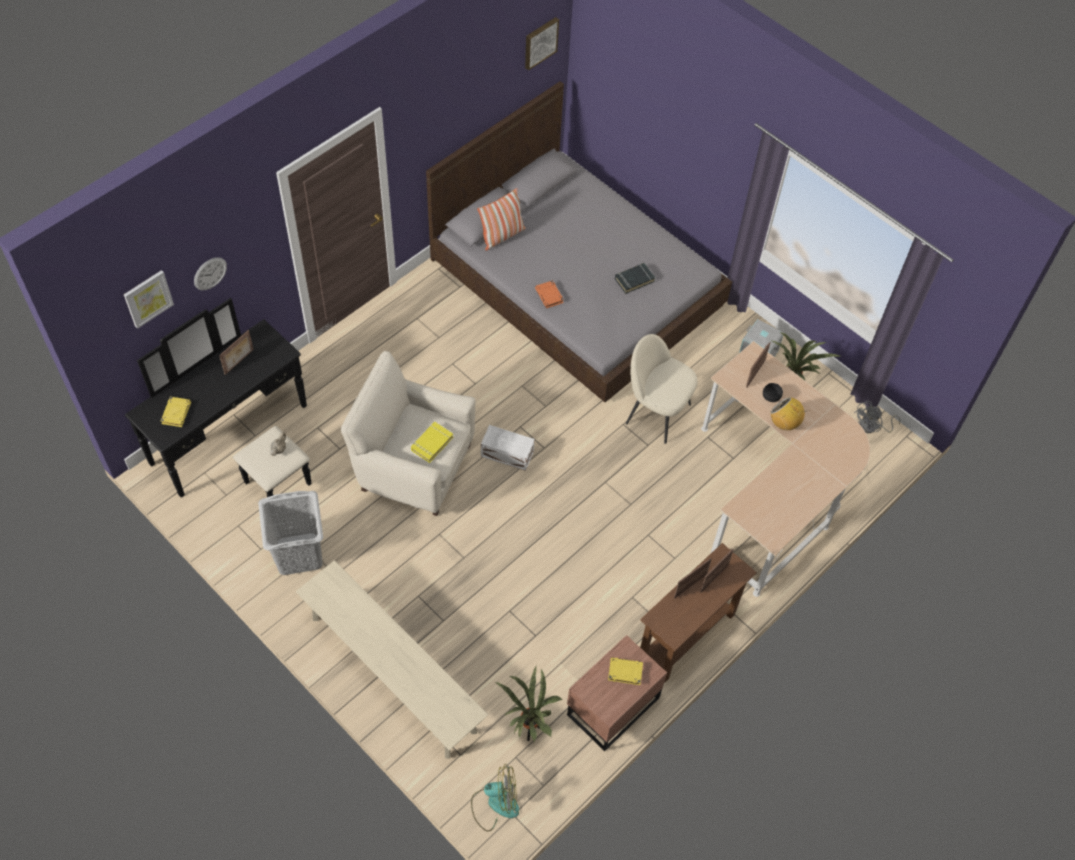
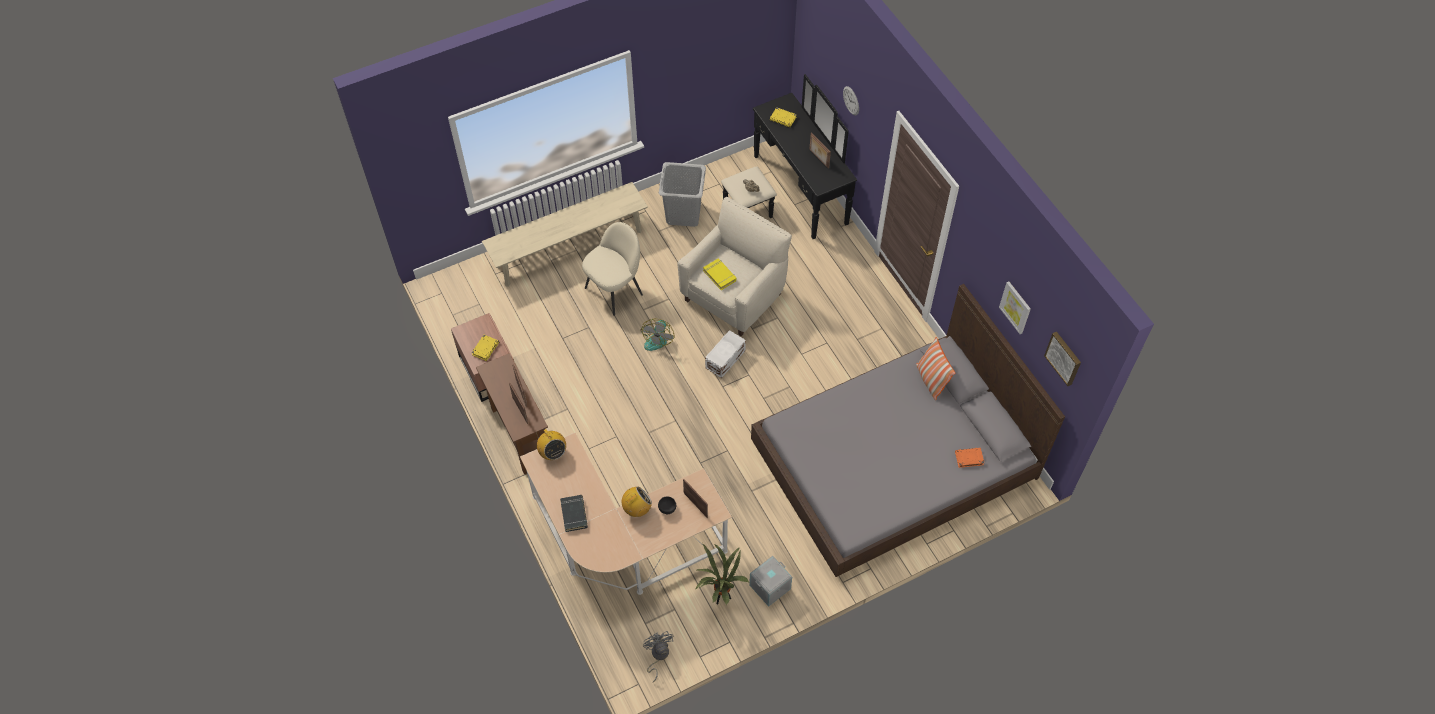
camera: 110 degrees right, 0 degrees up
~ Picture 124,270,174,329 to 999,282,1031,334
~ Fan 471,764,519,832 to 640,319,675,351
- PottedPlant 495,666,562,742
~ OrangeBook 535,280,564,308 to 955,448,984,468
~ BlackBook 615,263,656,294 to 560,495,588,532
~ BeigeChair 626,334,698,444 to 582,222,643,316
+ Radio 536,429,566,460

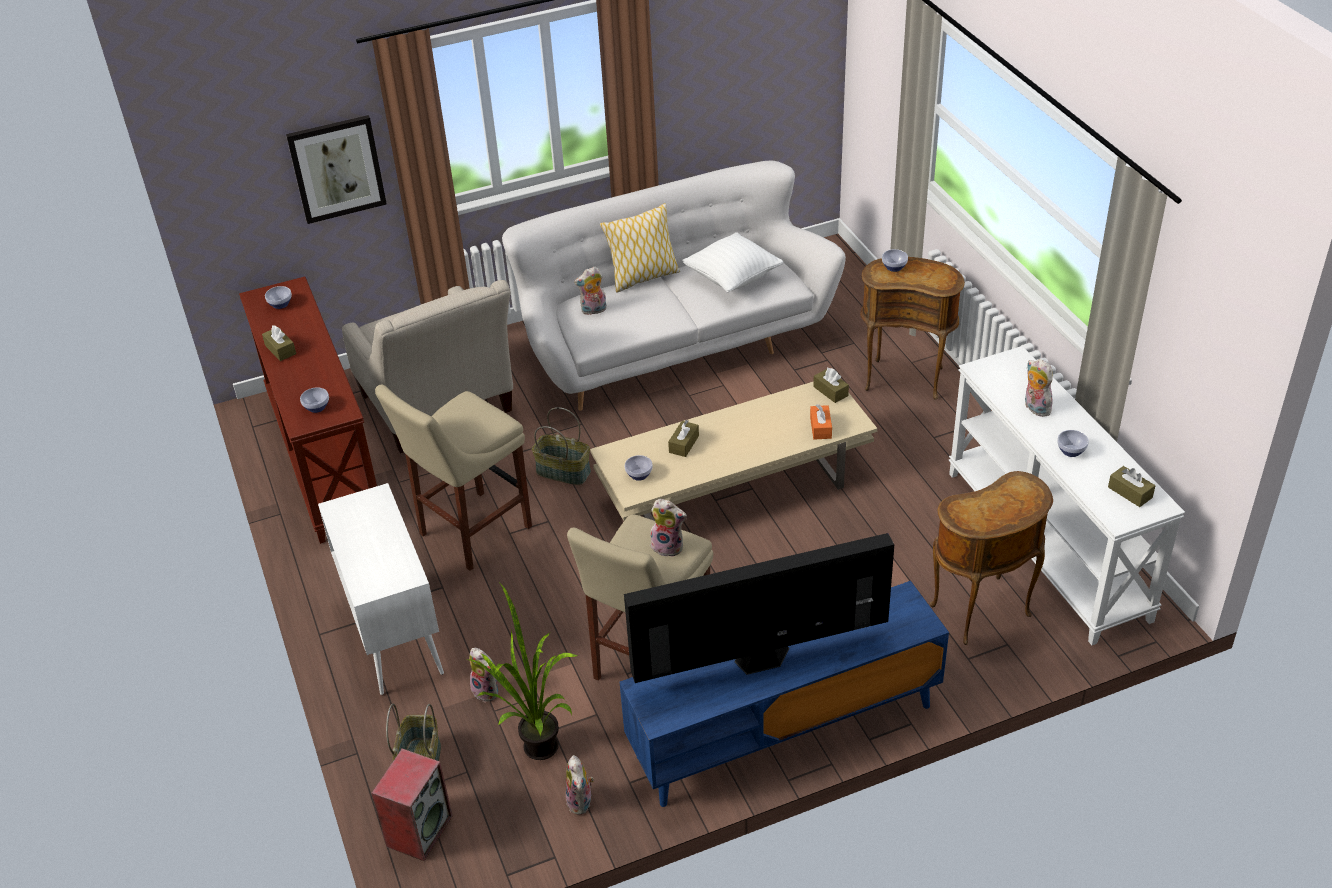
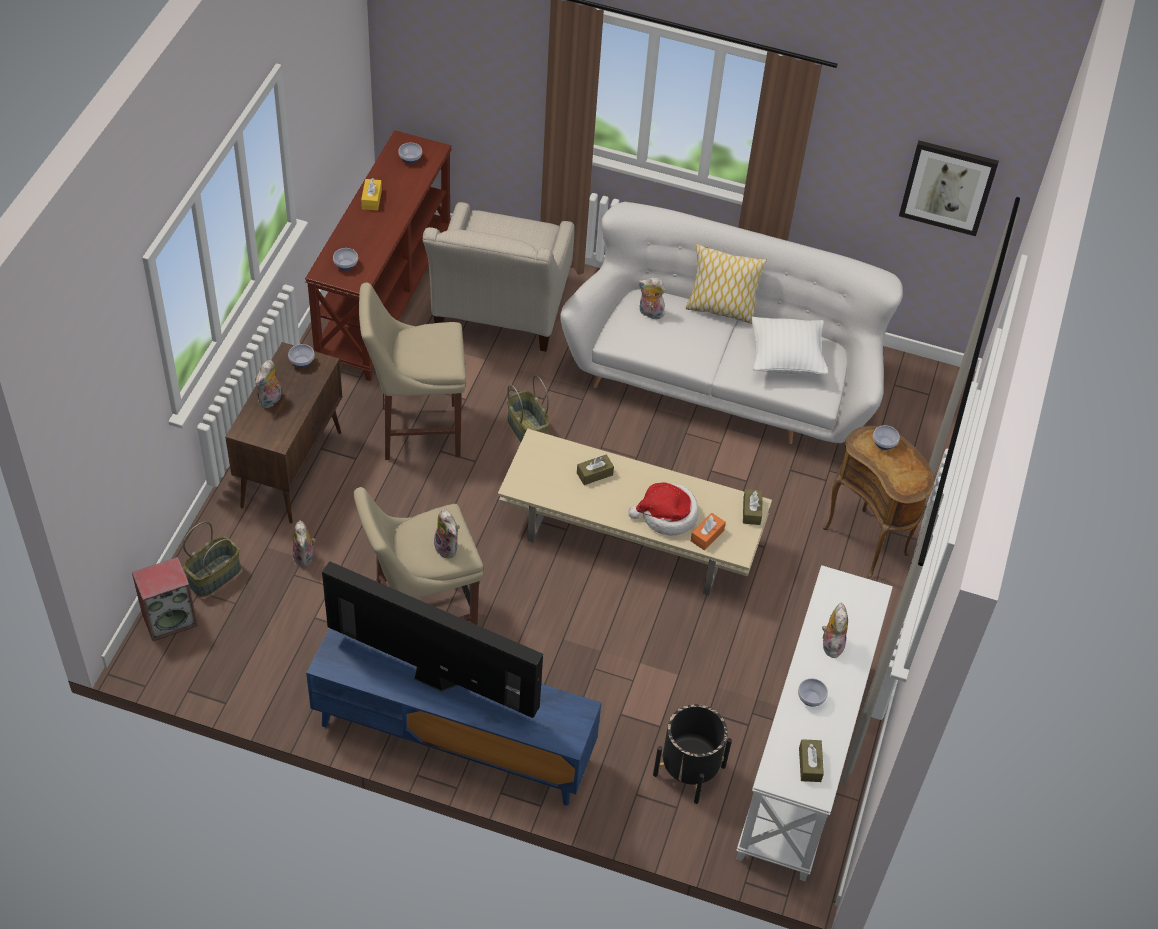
camera: 35 degrees right, 10 degrees up
~ BrownTissueBox 262,325,296,361 to YellowTissueBox 361,178,382,211
~ Picture 286,115,387,224 to 899,140,999,236
~ WhiteCabinet 318,483,444,695 to BrownCabinet 225,342,342,523
- PottedPlant 468,582,577,760
~ PlushToy 566,755,594,815 to 255,360,282,408
~ Bowl 625,455,653,481 to 288,344,314,368
~ BrownSideTable 930,471,1053,645 to BlackPlanter 653,704,732,804
+ Hat 628,482,699,535

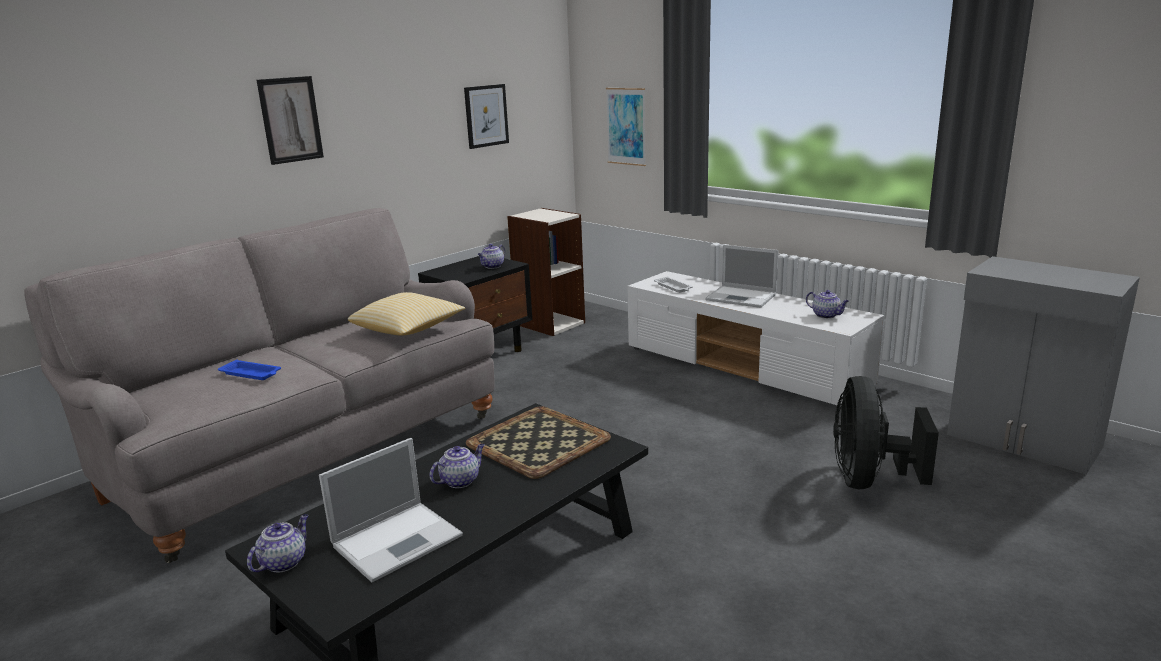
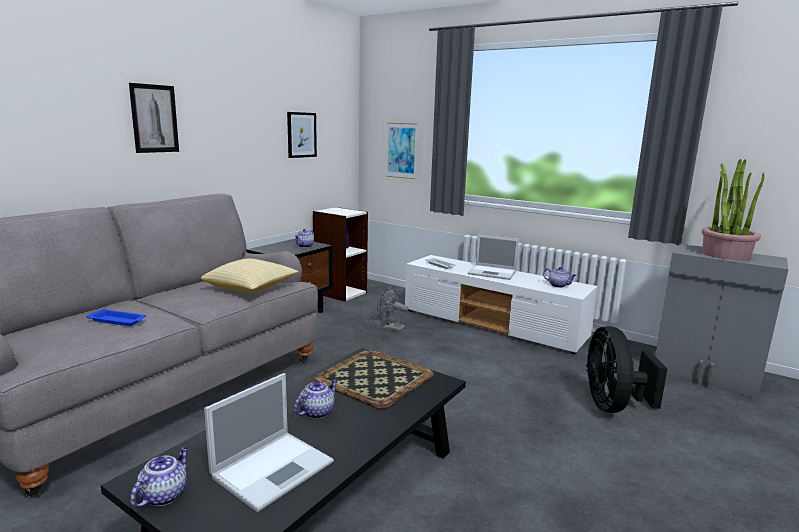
camera: 10 degrees left, 5 degrees down
+ GreyFan 377,286,408,332
+ PottedPlant 702,159,765,261

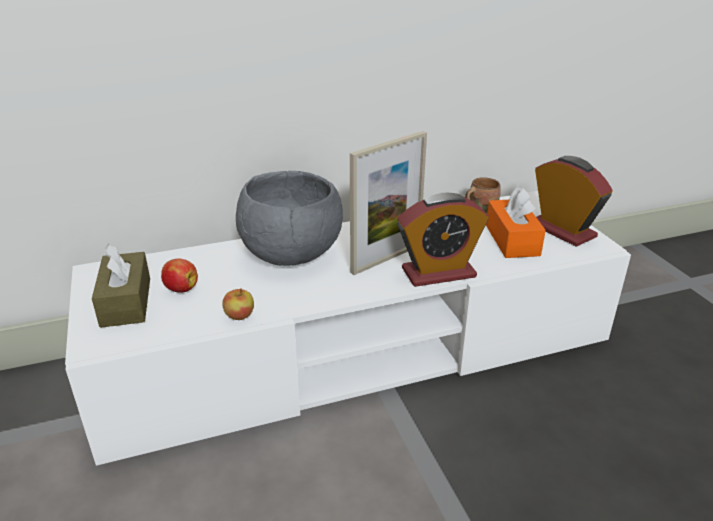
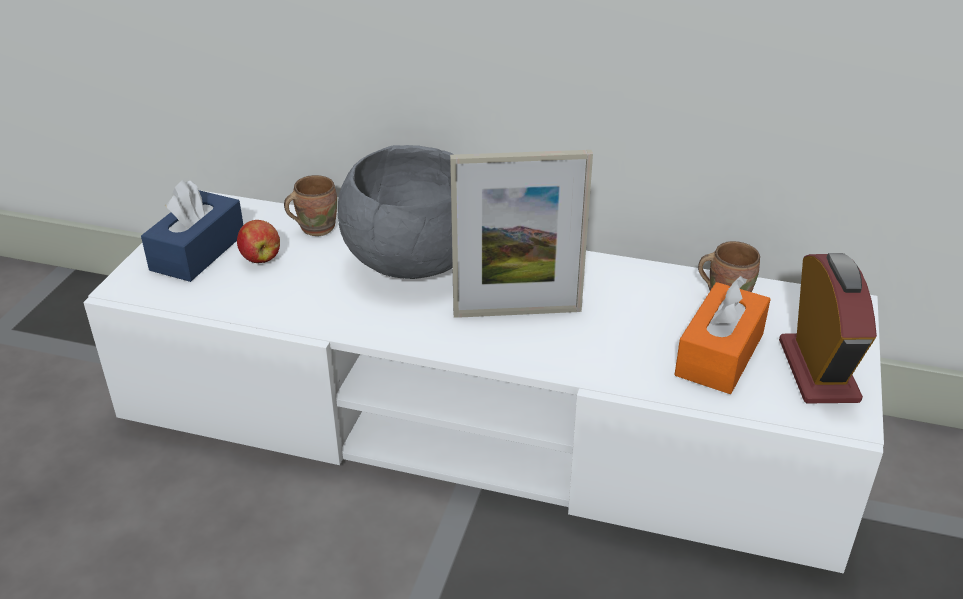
camera: 35 degrees right, 5 degrees up
~ BrownTissueBox 92,244,150,328 to BlueTissueBox 141,179,243,282
- Apple 222,288,254,320
- AlarmClock 397,193,489,287
+ BrownMug 284,175,337,236

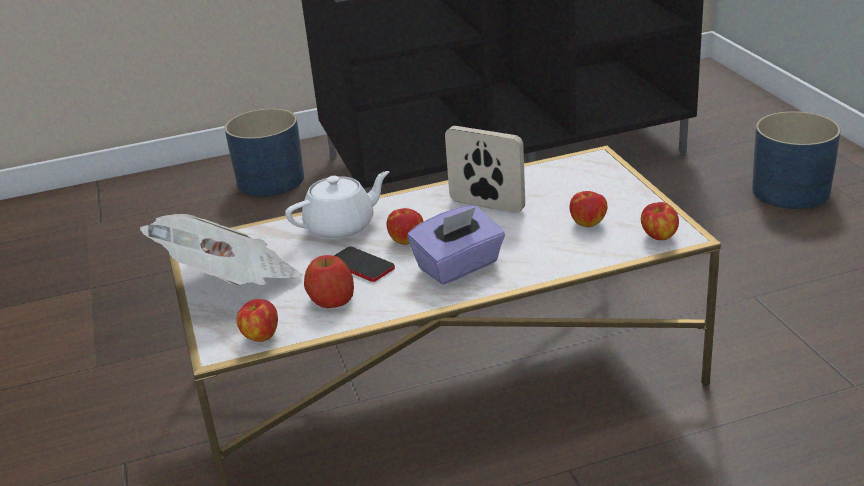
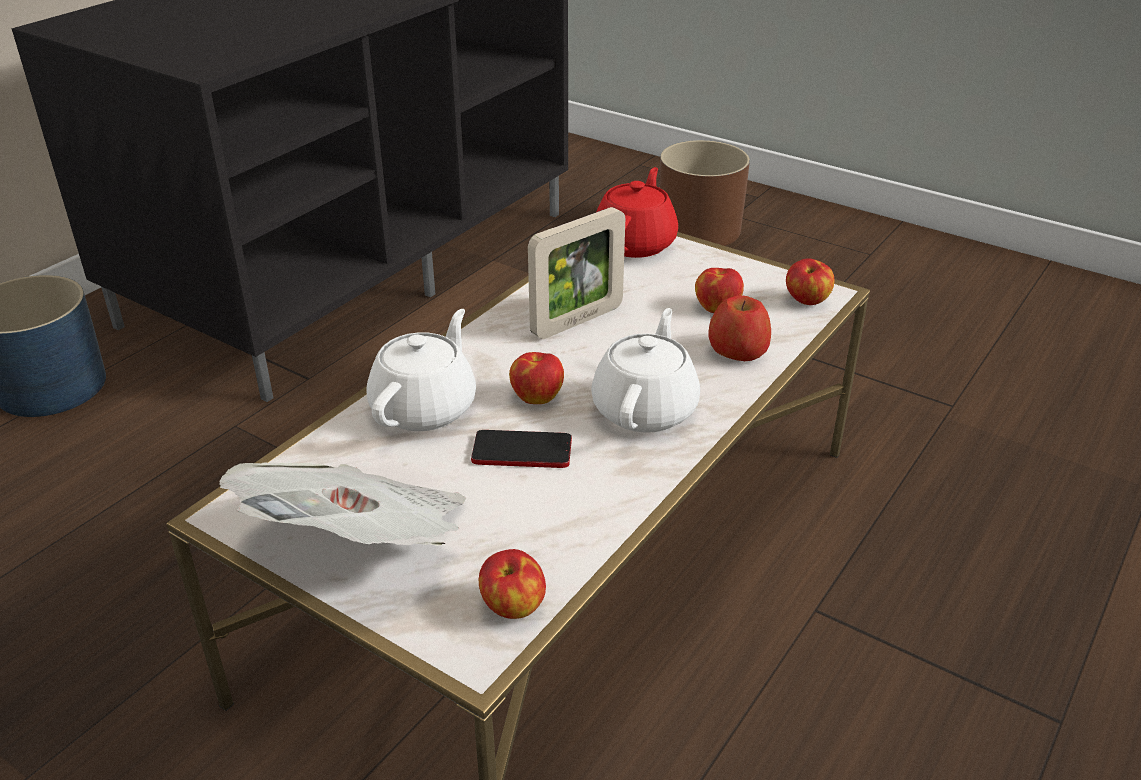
camera: 40 degrees left, 5 degrees up
~ Apple 304,255,354,308 to 708,295,771,361
~ PurpleTissueBox 407,205,505,285 to WhiteTeapot 591,308,700,433
~ PictureFrame 445,126,525,213 = 528,207,625,339 150 degrees clockwise
~ BluePlanter 752,111,841,209 to BrownPlanter 659,140,750,246
+ RedTeapot 596,167,678,258

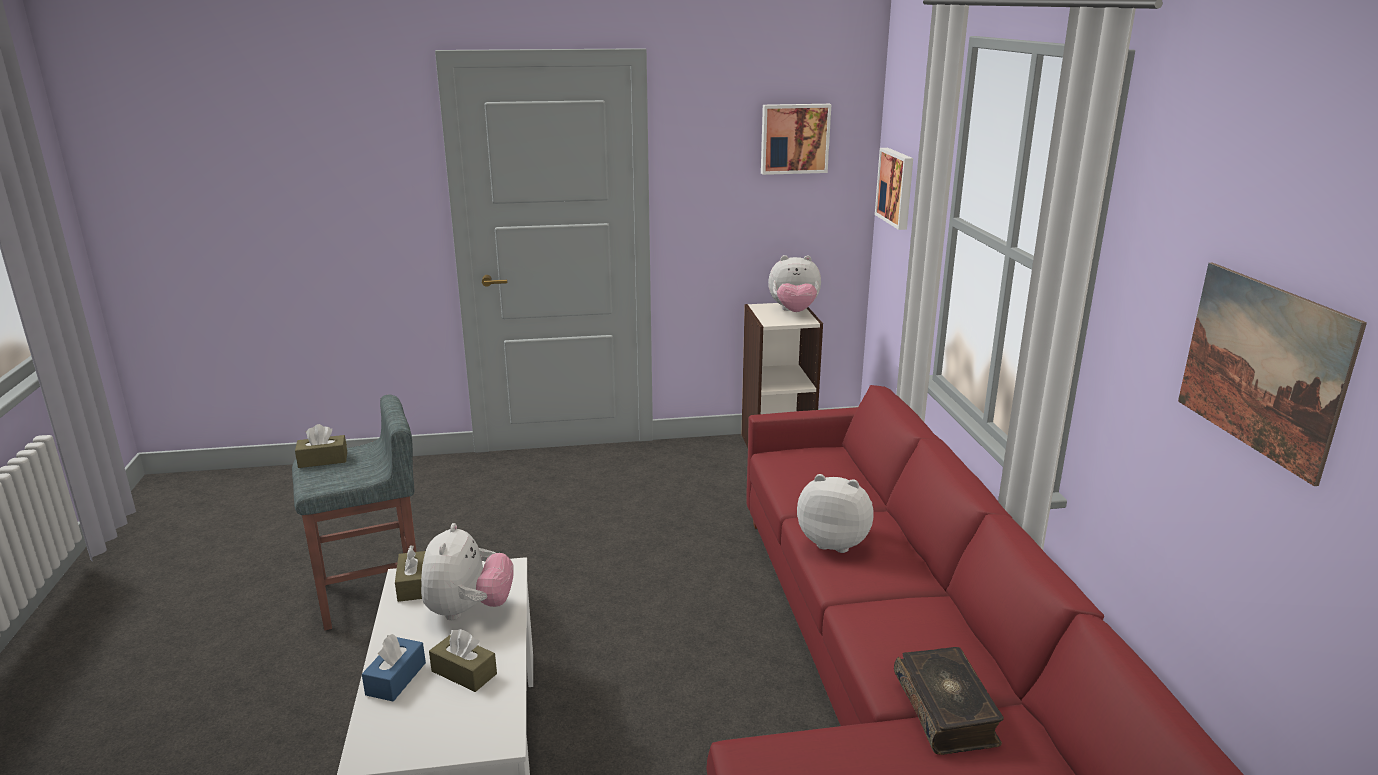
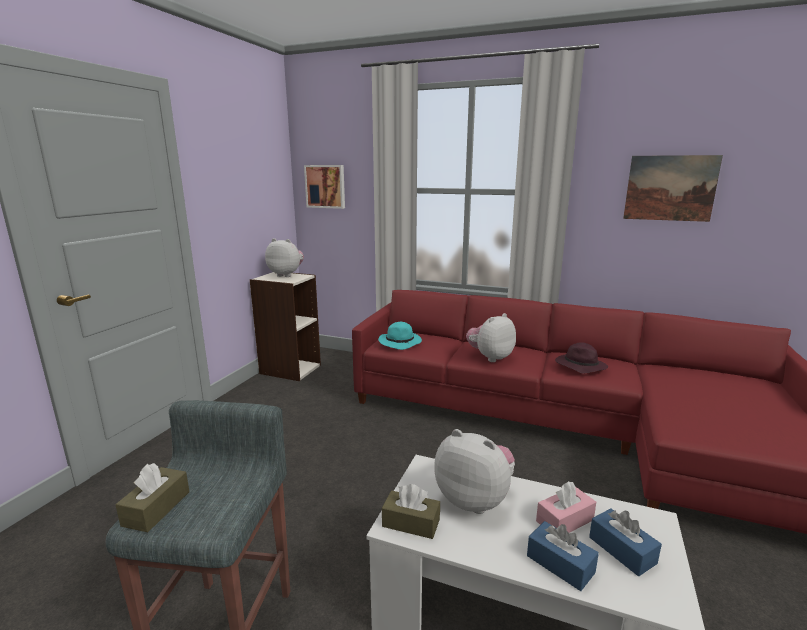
camera: 60 degrees left, 5 degrees down
~ BrownTissueBox 429,629,497,692 to PinkTissueBox 536,481,596,533
- Picture 761,104,831,175
~ PlushToy 768,255,821,312 = 265,238,304,277 105 degrees counterclockwise
- Book 894,647,1004,755
+ TurquoiseHat 378,322,422,350
+ PurpleHat 555,342,608,374
+ BlueTissueBox 589,508,662,576

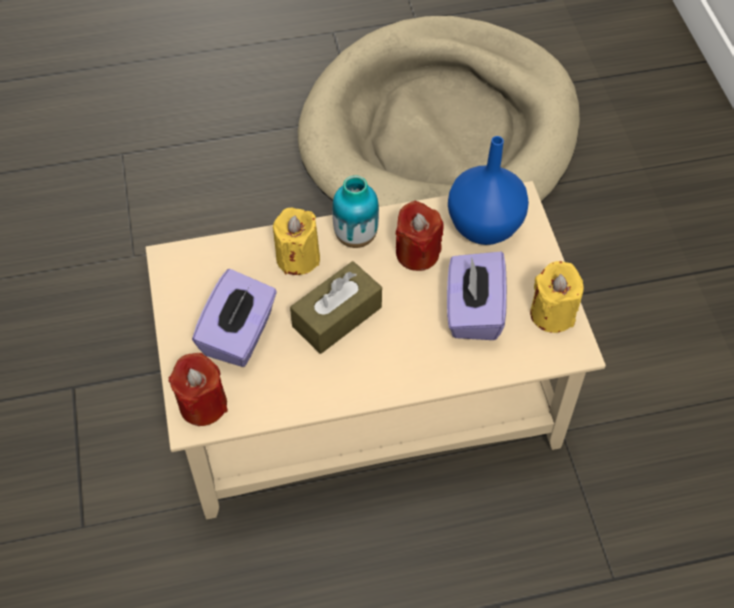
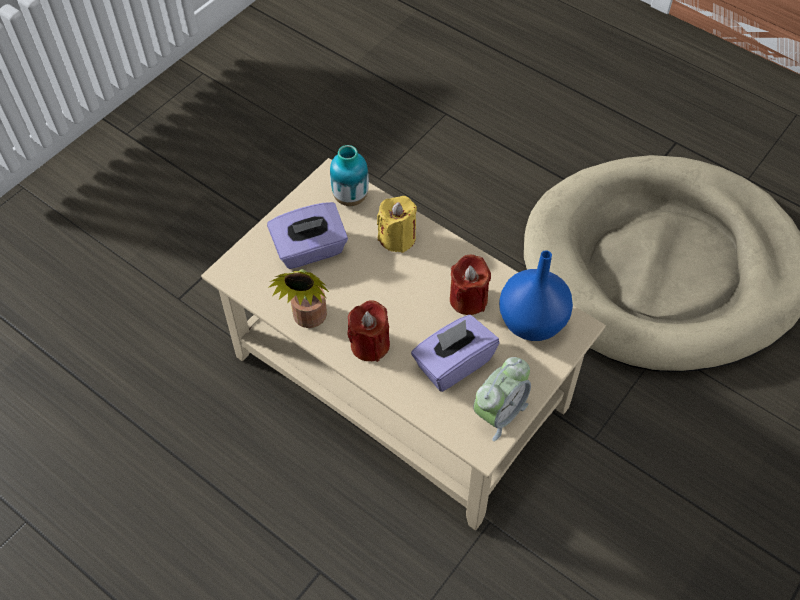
camera: 50 degrees right, 0 degrees up
~ RedCandle 168,353,228,426 to 347,300,390,362
- BrownTissueBox 290,261,382,354
~ Vase 332,175,379,248 to 330,145,369,206
~ YellowCandle 530,261,584,333 to AlarmClock 473,357,531,441
+ PottedPlant 268,269,330,328

